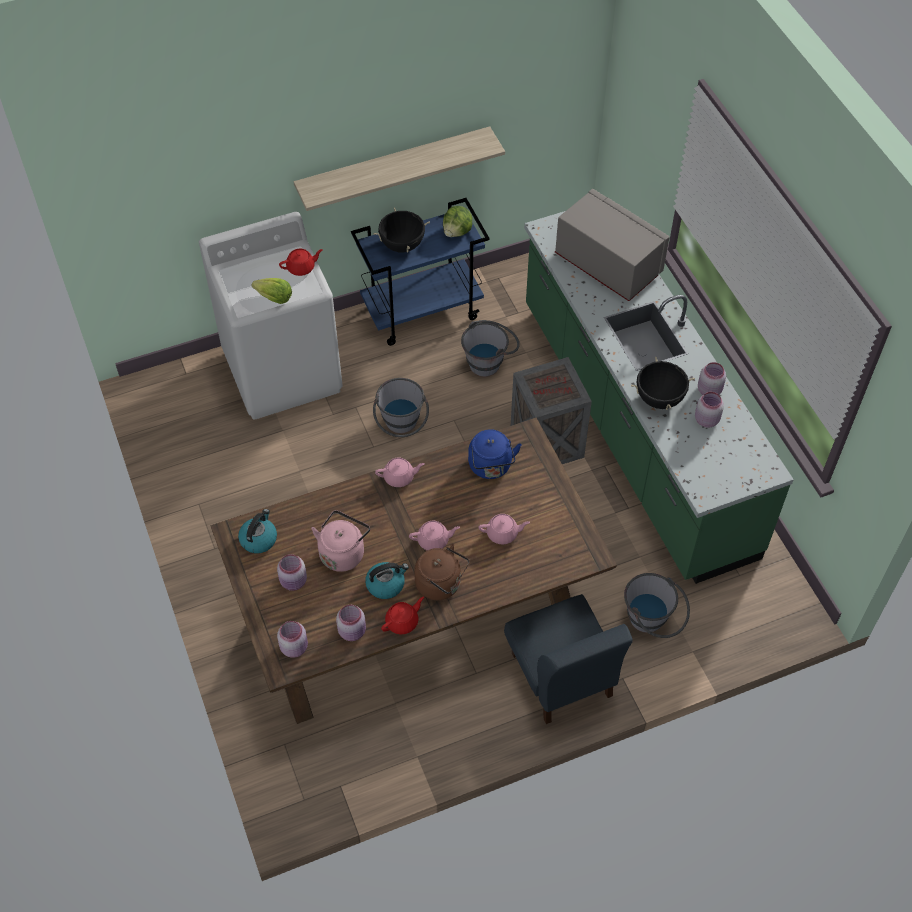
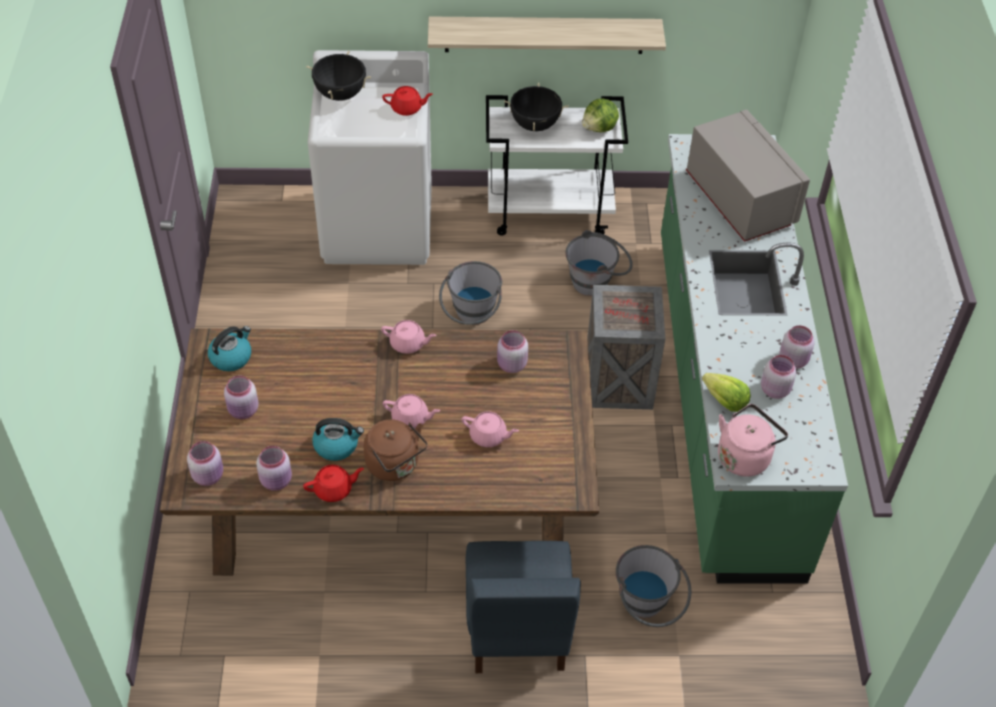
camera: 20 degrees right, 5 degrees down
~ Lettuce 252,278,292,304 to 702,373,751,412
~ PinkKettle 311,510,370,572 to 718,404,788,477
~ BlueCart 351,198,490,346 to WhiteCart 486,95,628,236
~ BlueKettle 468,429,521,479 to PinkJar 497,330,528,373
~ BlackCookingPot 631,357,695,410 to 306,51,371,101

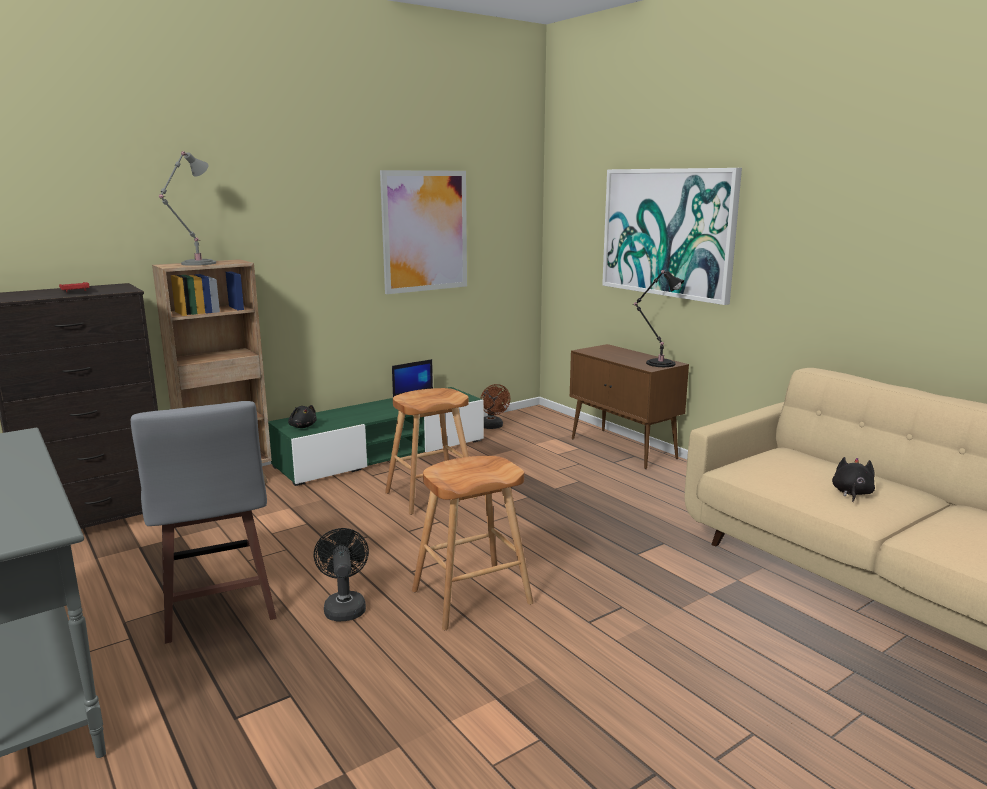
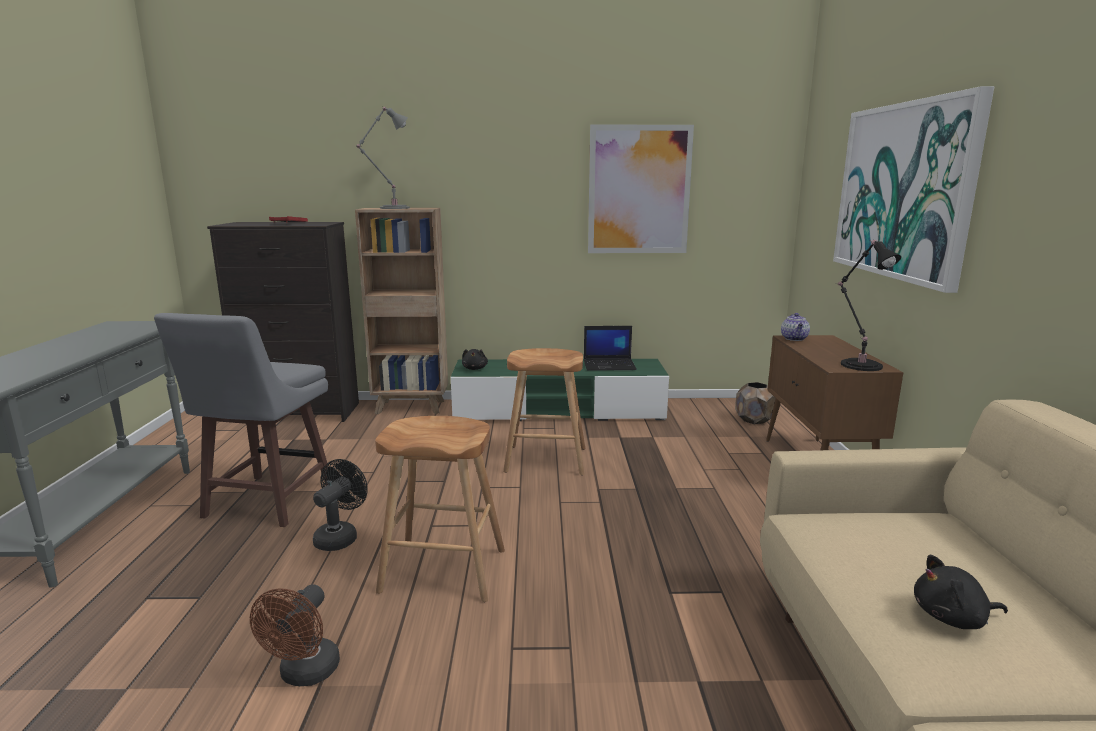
camera: 35 degrees right, 0 degrees up
~ BrownFan 480,384,510,429 to 250,584,340,686
~ BlackPlushToy 832,457,875,502 = 914,555,1008,629 150 degrees counterclockwise
+ BrownPlanter 735,382,775,424
+ Teapot 781,313,810,341

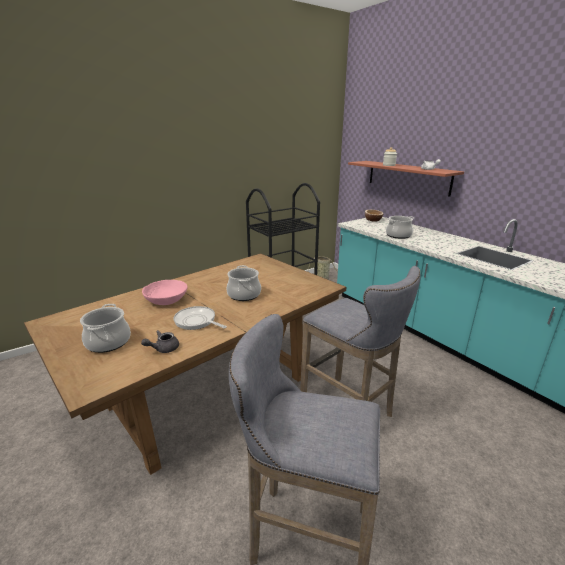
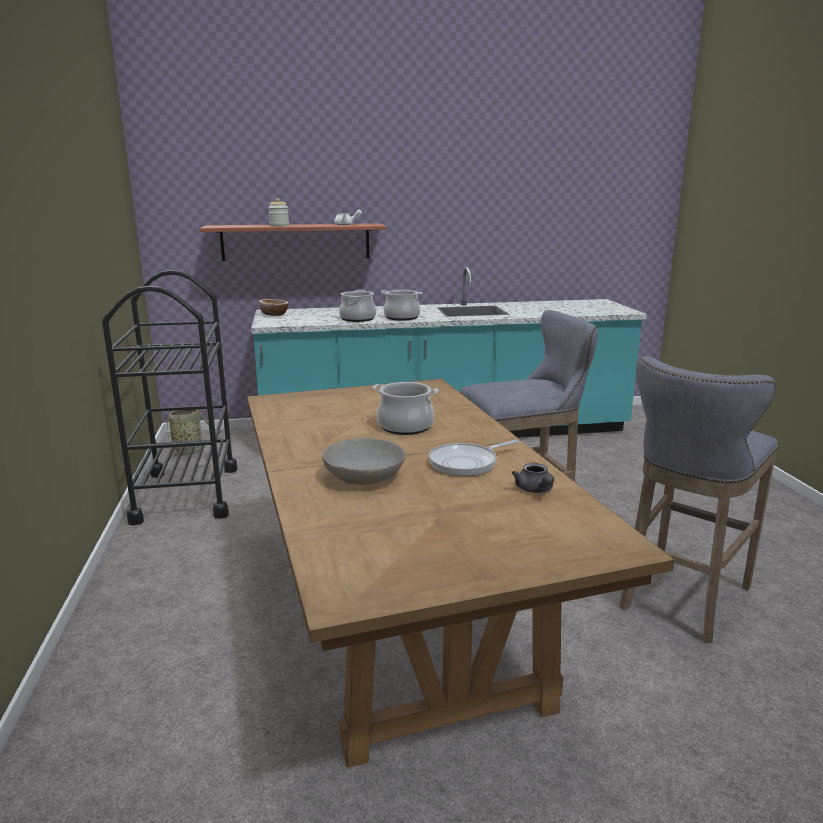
camera: 65 degrees left, 5 degrees down
~ CookingPot 80,304,131,353 to 381,290,423,321
~ PinkBowl 142,280,187,305 to GreyBowl 322,438,406,485

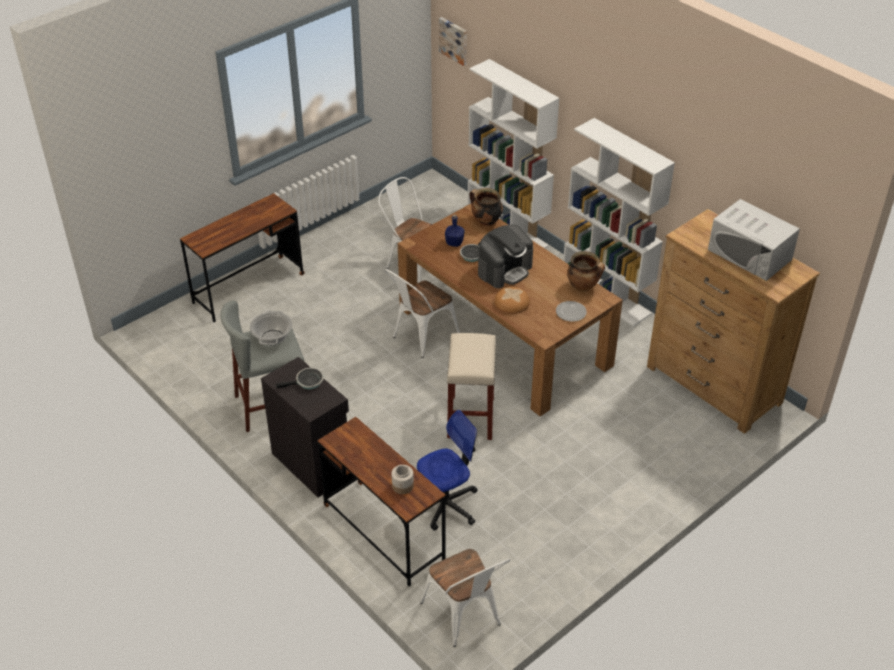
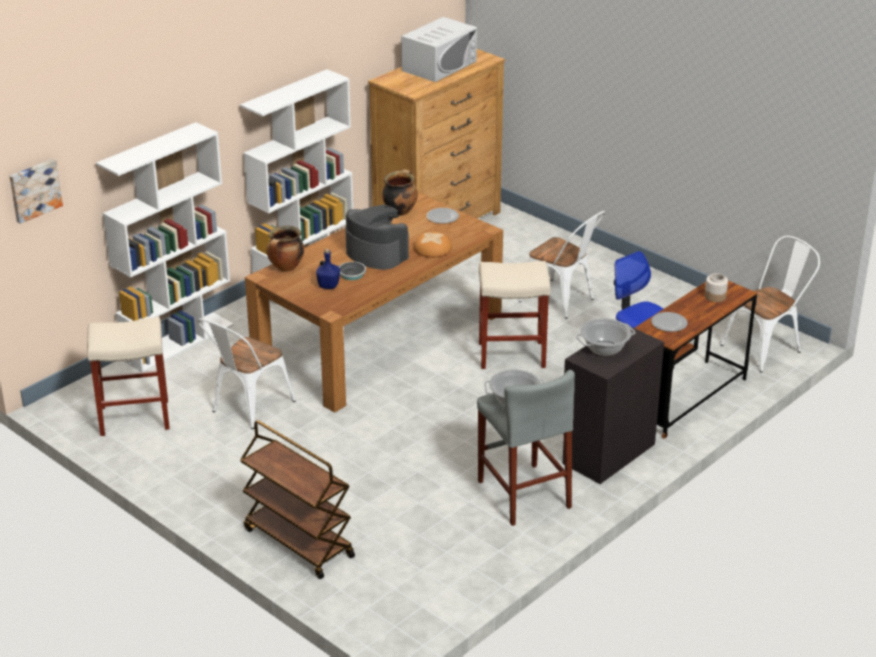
camera: 95 degrees left, 10 degrees down
~ BrownDesk 180,193,305,322 to BrownCart 240,420,355,579
~ FryingPan 276,368,324,389 to CookingPot 576,318,636,356
~ WhiteChair 385,269,460,358 to 518,211,605,319
+ BeigeStool 87,317,170,436
+ Plate 651,312,688,332

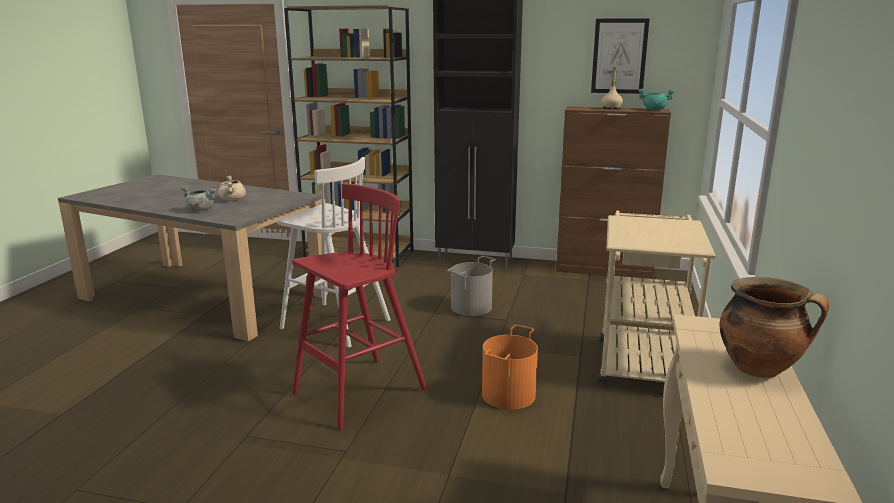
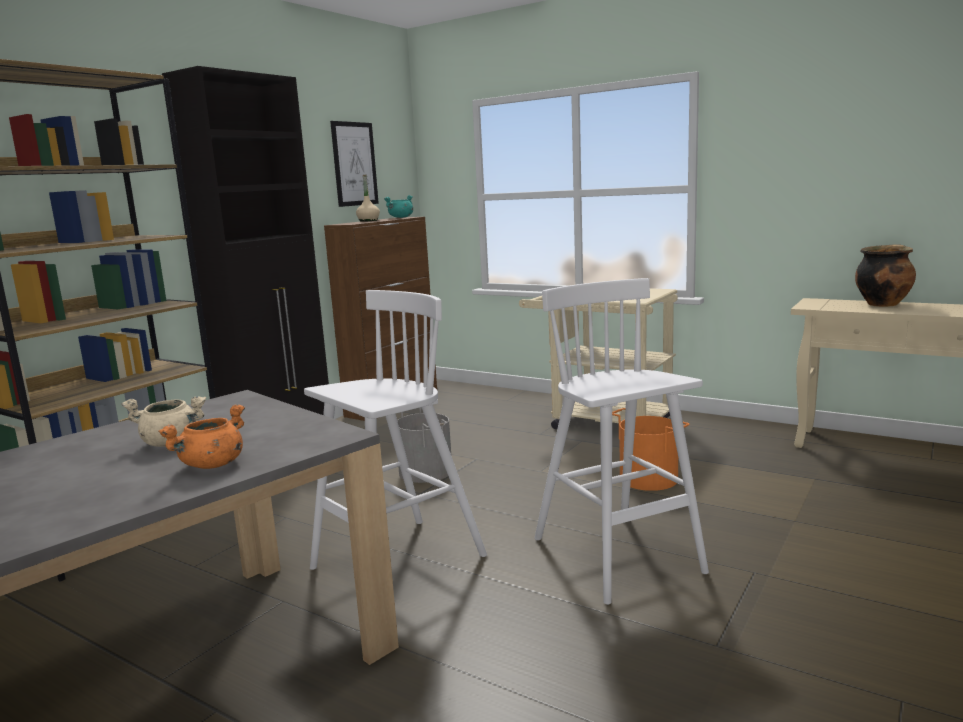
camera: 70 degrees left, 5 degrees down
~ GreyCookingPot 181,186,216,211 to OrangeCookingPot 159,405,245,469
~ RedStool 292,183,427,430 to WhiteStool 534,278,709,605

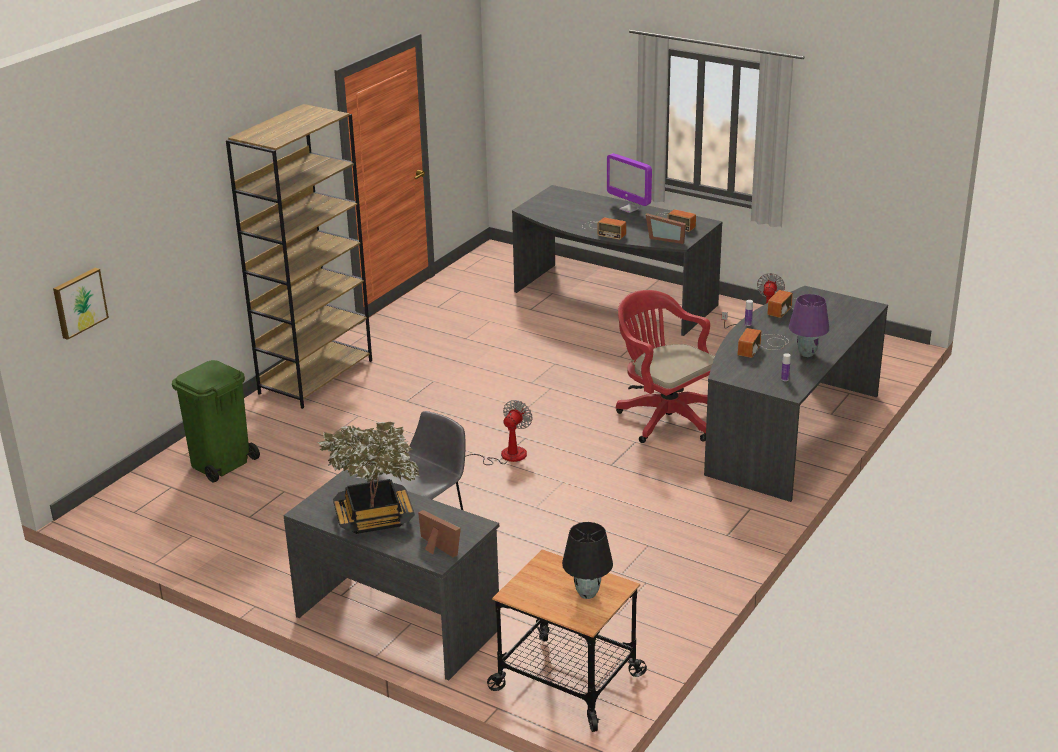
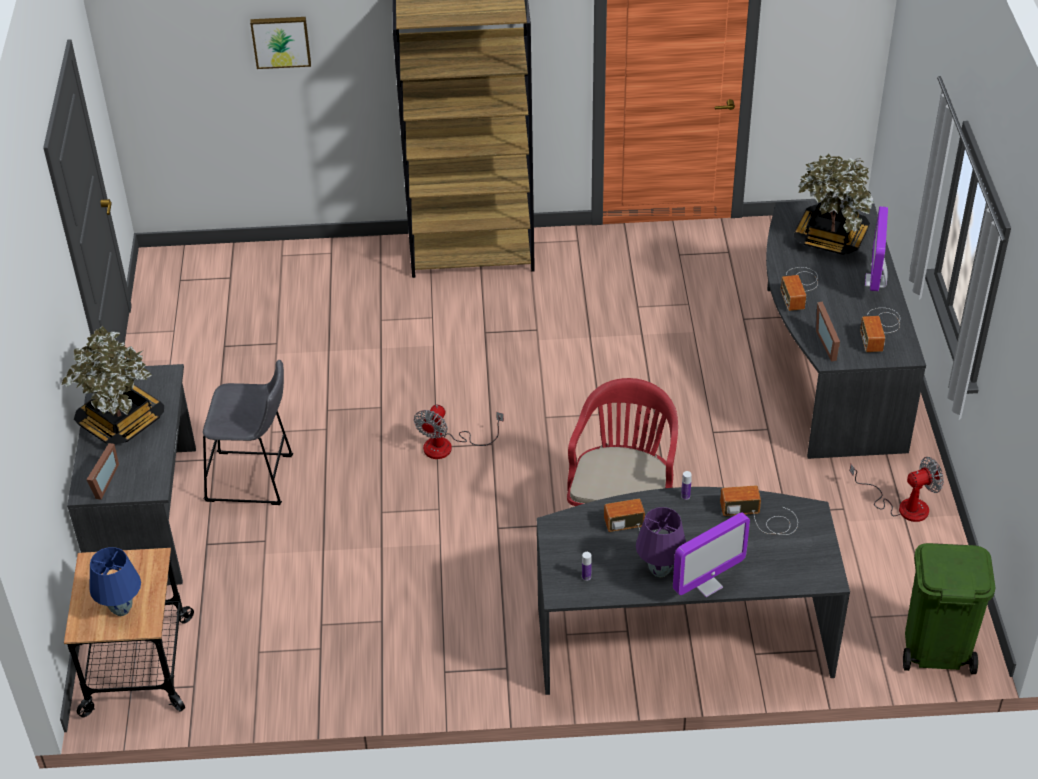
camera: 55 degrees right, 15 degrees up
~ Picture 53,268,109,340 to 250,17,311,69
~ GreenTrashCan 172,360,260,483 to 903,543,995,674
~ Fan 465,400,532,465 = 414,405,504,459 120 degrees clockwise
~ BlackTableLamp 562,522,613,599 to BlueTableLamp 89,547,141,616
+ Monitor 673,512,750,597
+ PottedPlant 794,153,874,254

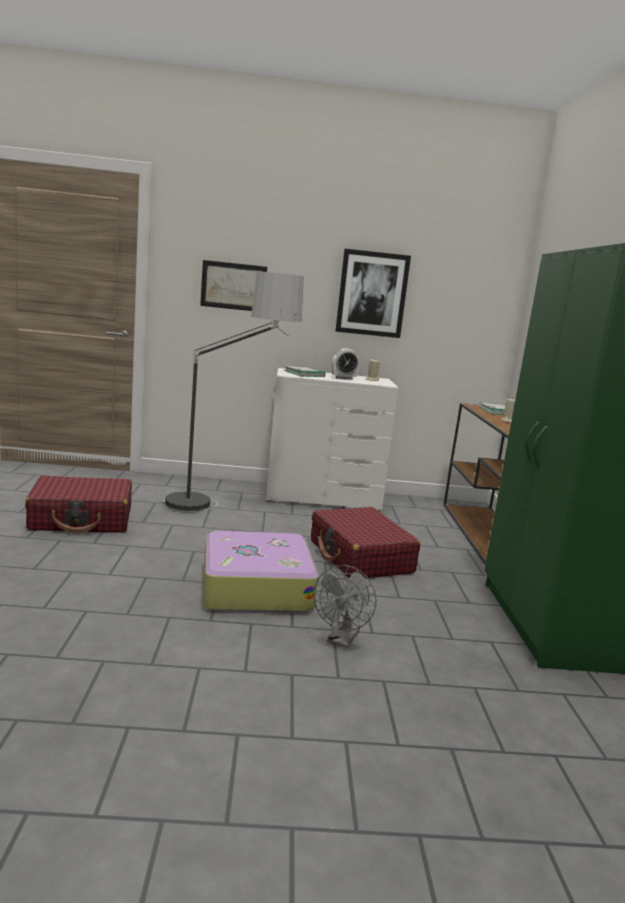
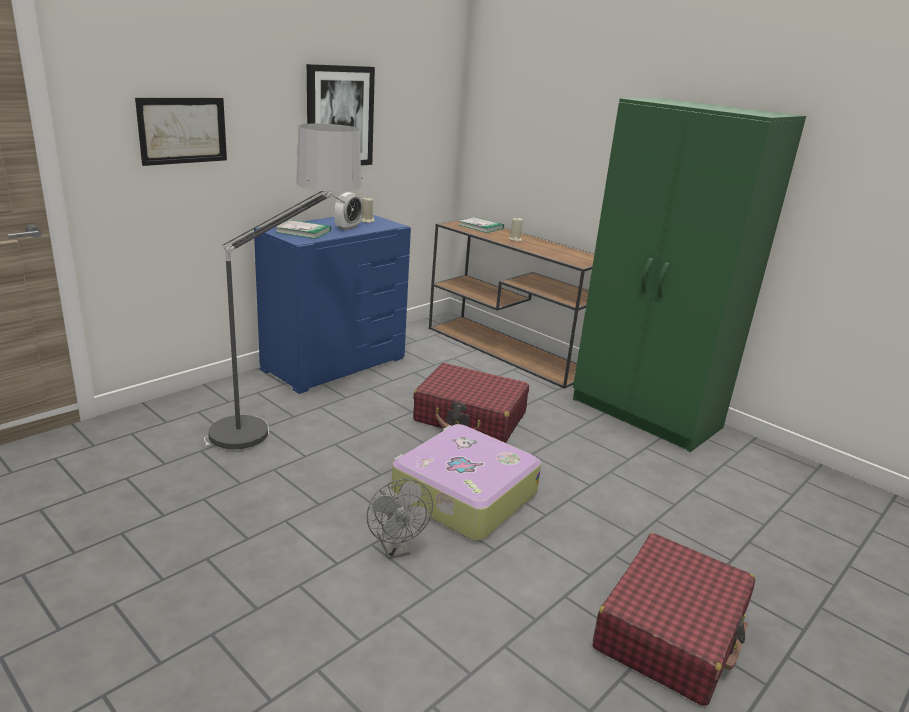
camera: 45 degrees left, 10 degrees up
~ RedSuitcase 25,476,132,534 to 593,533,755,706
~ WhiteDresser 266,368,399,512 to BlueDresser 254,213,411,394
~ GreyFan 313,565,377,648 to 367,479,433,559

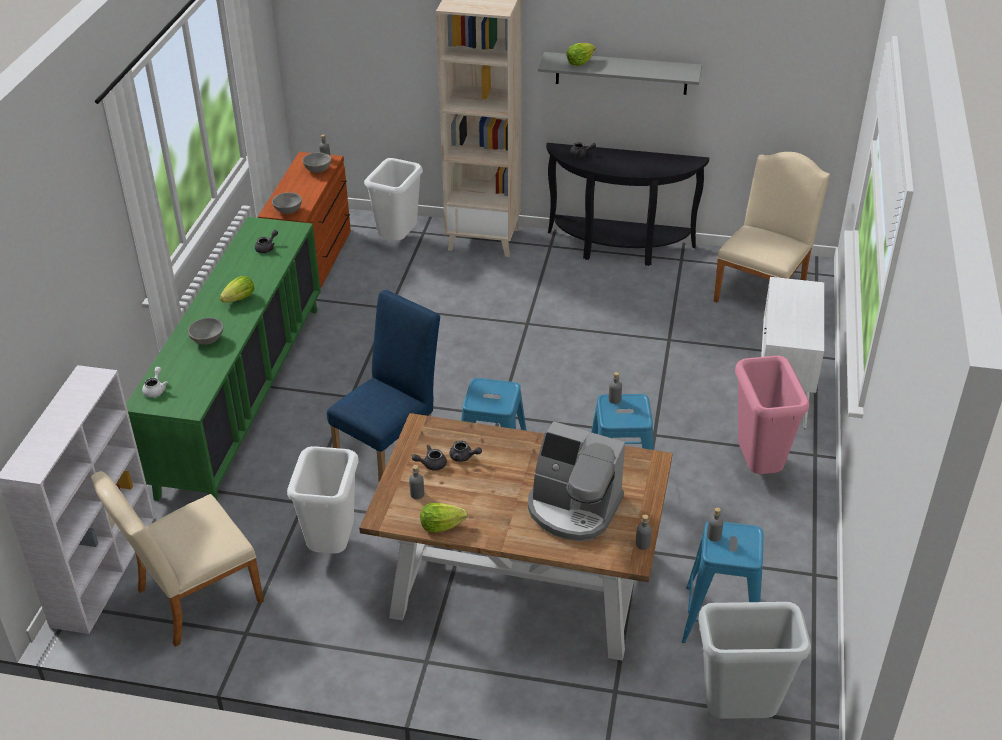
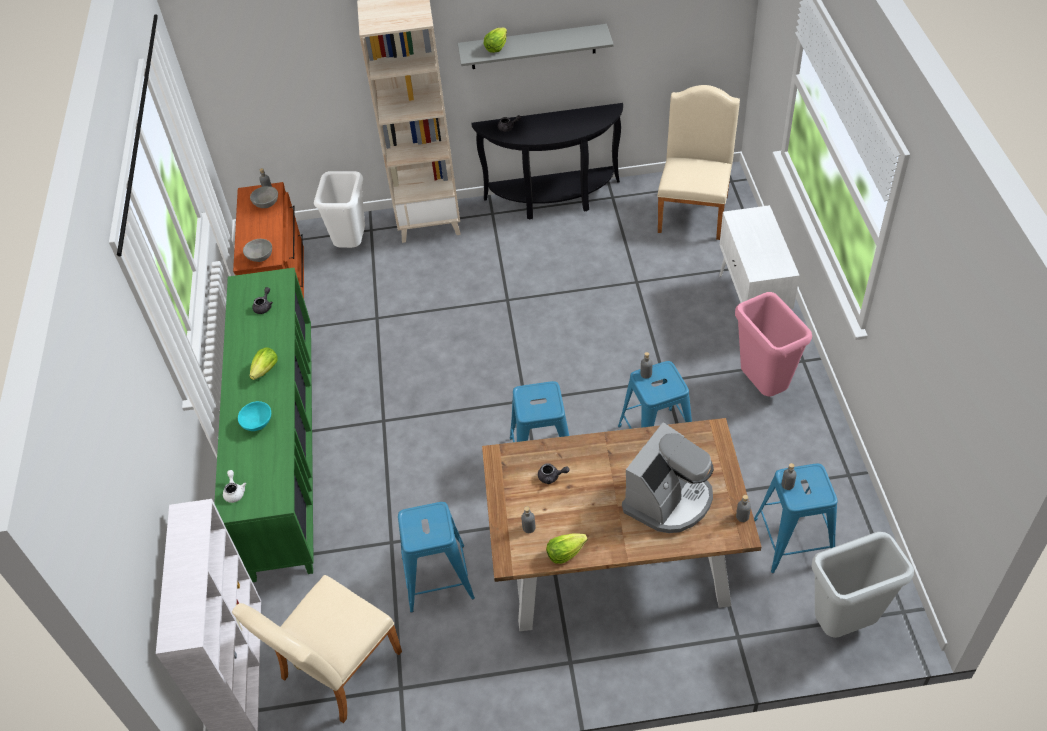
camera: 15 degrees left, 10 degrees up
~ GreyBowl 188,318,223,345 to TurquoiseBowl 238,401,271,431
~ WhiteTrashCan 287,446,359,554 to BlueStool 398,502,475,613
- BlueChair 327,290,440,482
- GreyTeapot 412,444,447,471
~ CoffeeMachine 528,421,625,541 = 622,422,714,533 60 degrees counterclockwise

